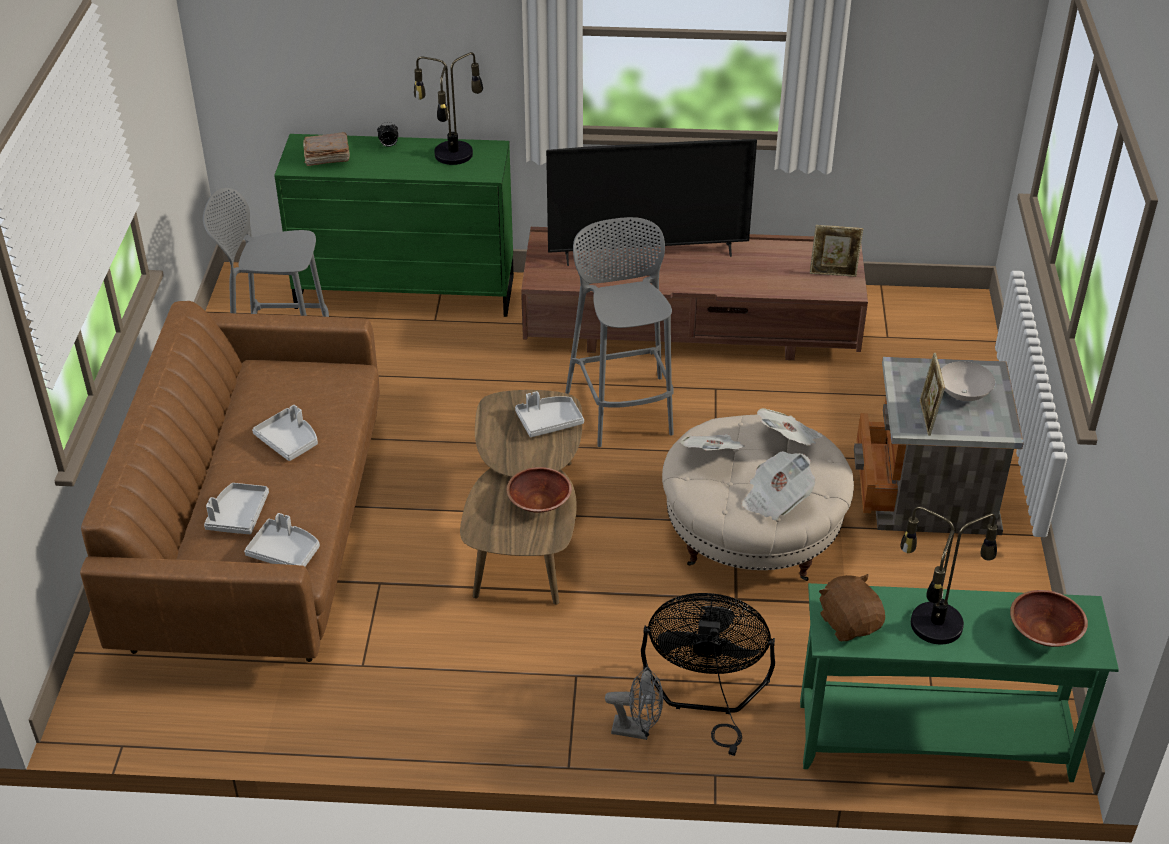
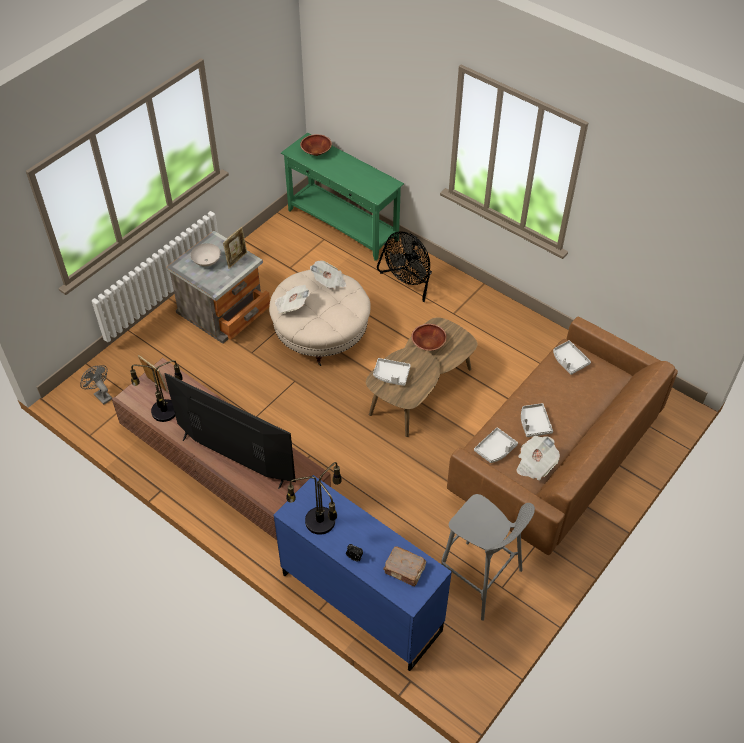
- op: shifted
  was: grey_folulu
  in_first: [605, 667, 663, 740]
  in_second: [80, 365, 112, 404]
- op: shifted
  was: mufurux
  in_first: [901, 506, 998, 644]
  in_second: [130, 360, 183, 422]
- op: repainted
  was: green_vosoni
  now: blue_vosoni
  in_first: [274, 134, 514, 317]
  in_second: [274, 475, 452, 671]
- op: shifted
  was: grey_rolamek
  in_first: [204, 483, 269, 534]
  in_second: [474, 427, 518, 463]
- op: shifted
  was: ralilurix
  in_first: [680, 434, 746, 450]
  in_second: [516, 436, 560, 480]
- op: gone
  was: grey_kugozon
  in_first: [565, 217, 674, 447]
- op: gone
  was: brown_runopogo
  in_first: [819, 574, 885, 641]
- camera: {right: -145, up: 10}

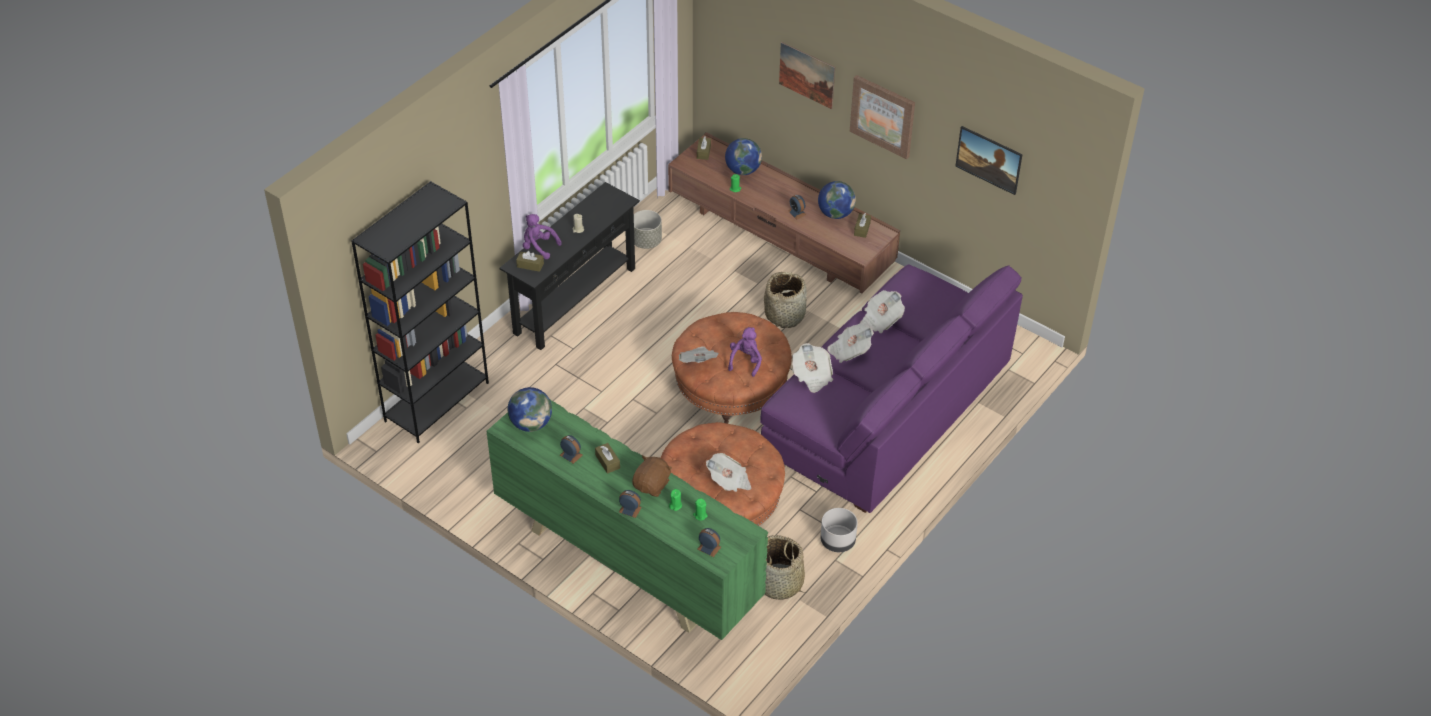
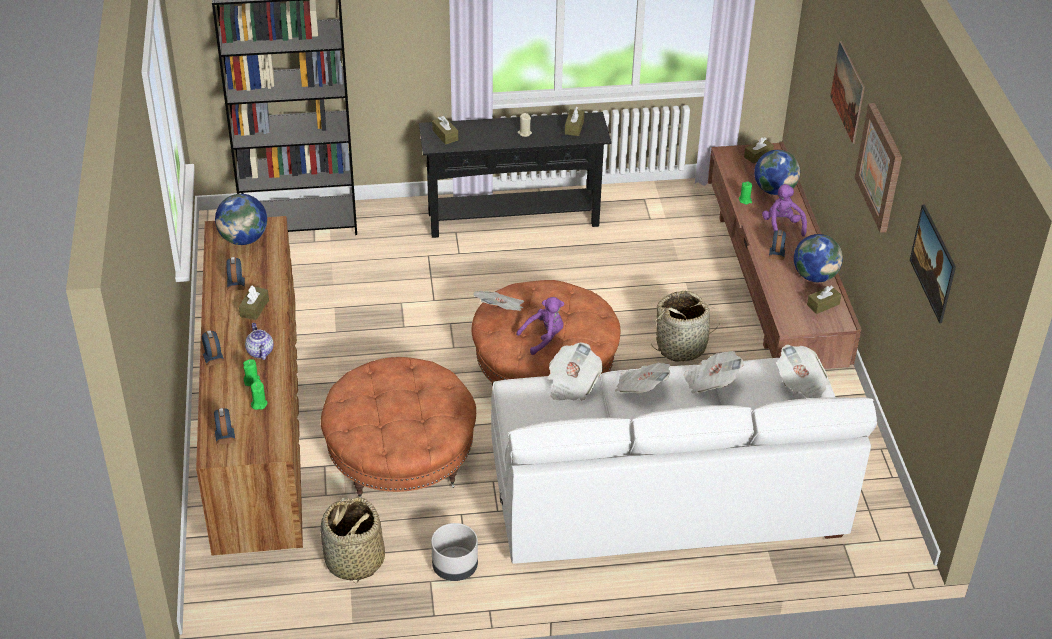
- op: repainted
  was: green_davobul
  now: brown_davobul
  in_first: [486, 400, 768, 640]
  in_second: [196, 216, 303, 556]
- op: swapped
  was: brown_runopogo
  now: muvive
  in_first: [632, 455, 672, 497]
  in_second: [245, 323, 274, 360]
- op: repainted
  was: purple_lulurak
  now: white_lulurak
  in_first: [760, 265, 1023, 513]
  in_second: [491, 358, 877, 564]
- op: new
  now: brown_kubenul
  in_second: [565, 107, 584, 136]
- op: shifted
  was: purple_runopogo
  in_first: [523, 214, 561, 259]
  in_second: [762, 184, 807, 236]
- op: shifted
  was: ralilurix
  in_first: [706, 453, 751, 492]
  in_second: [777, 344, 830, 398]
- op: gone
  was: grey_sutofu
  in_first: [634, 210, 662, 249]
- camera: {right: 45, up: -5}

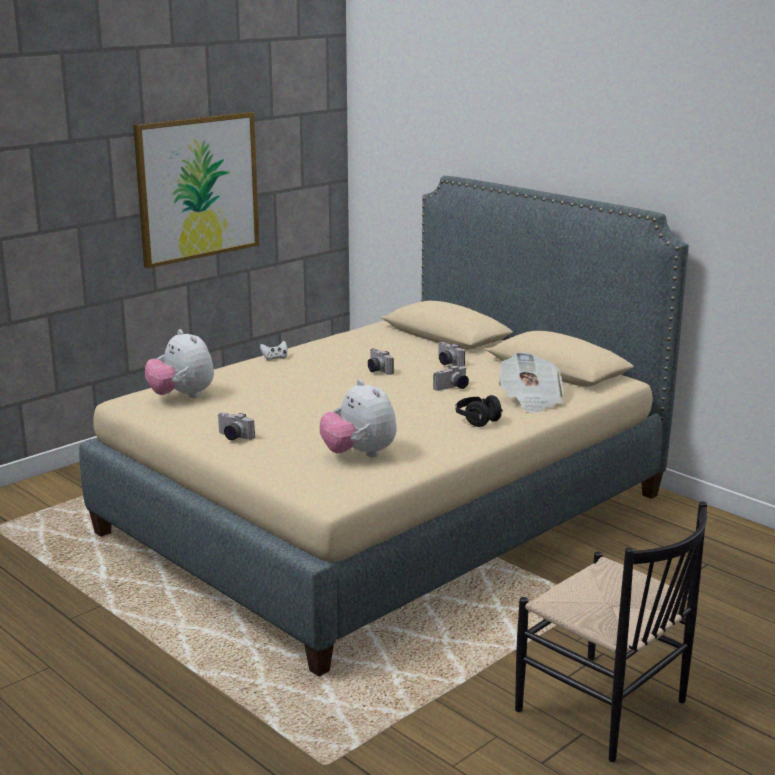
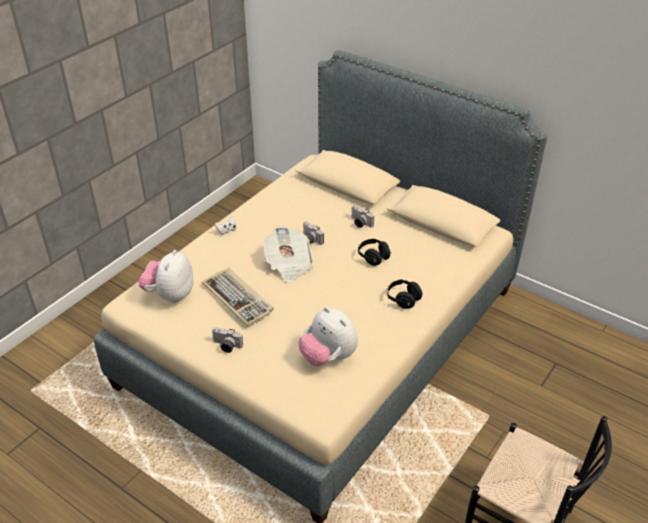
- op: rotated
  was: runopogo
  in_first: [145, 329, 214, 398]
  in_second: [138, 250, 193, 303]
  clockwise: 60
- op: new
  now: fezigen
  in_second: [202, 268, 273, 326]
- op: shifted
  was: ralilurix
  in_first: [498, 352, 564, 413]
  in_second: [264, 226, 313, 283]
- op: swapped
  was: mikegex
  now: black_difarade
  in_first: [433, 365, 469, 391]
  in_second: [358, 239, 391, 266]
- op: gone
  was: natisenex
  in_first: [133, 112, 259, 268]
- camera: {right: -10, up: 20}

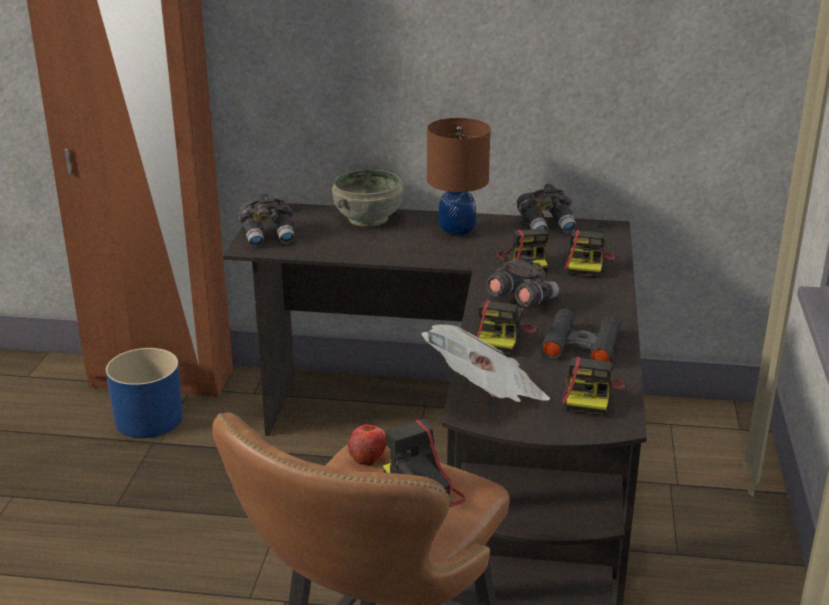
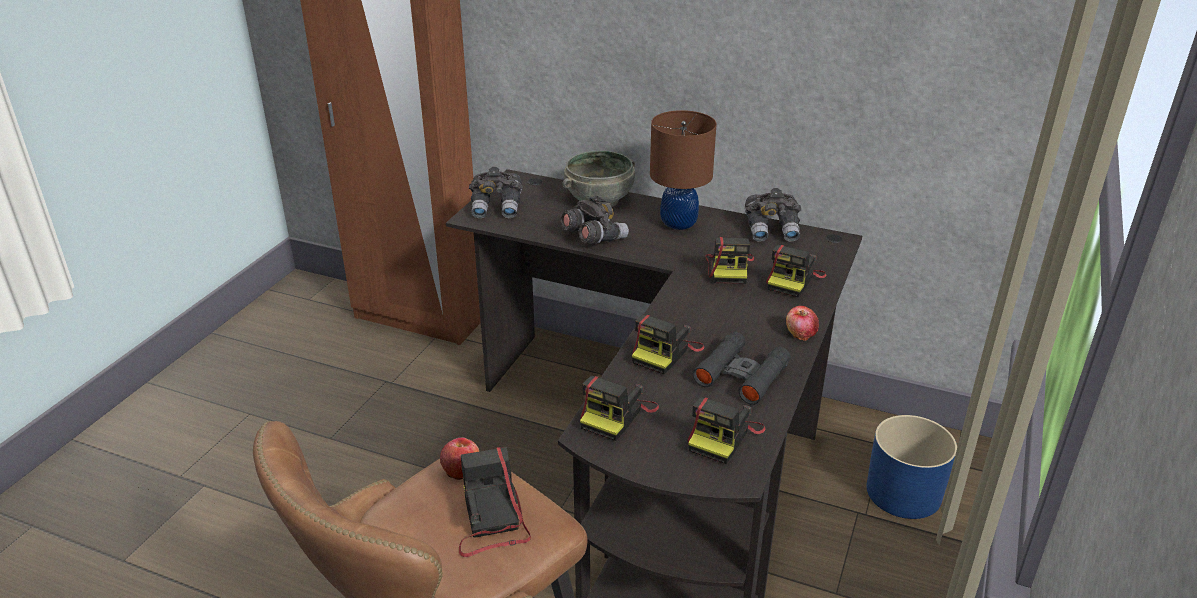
- op: shifted
  was: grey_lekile
  in_first: [486, 255, 559, 307]
  in_second: [560, 196, 629, 244]
- op: swapped
  was: ralilurix
  now: mikegex
  in_first: [421, 324, 550, 402]
  in_second: [580, 376, 659, 441]
- op: new
  now: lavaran
  in_second: [786, 306, 819, 341]
- op: shifted
  was: blue_sutofu
  in_first: [106, 348, 183, 438]
  in_second: [867, 415, 957, 519]
- camera: {right: 15, up: 5}

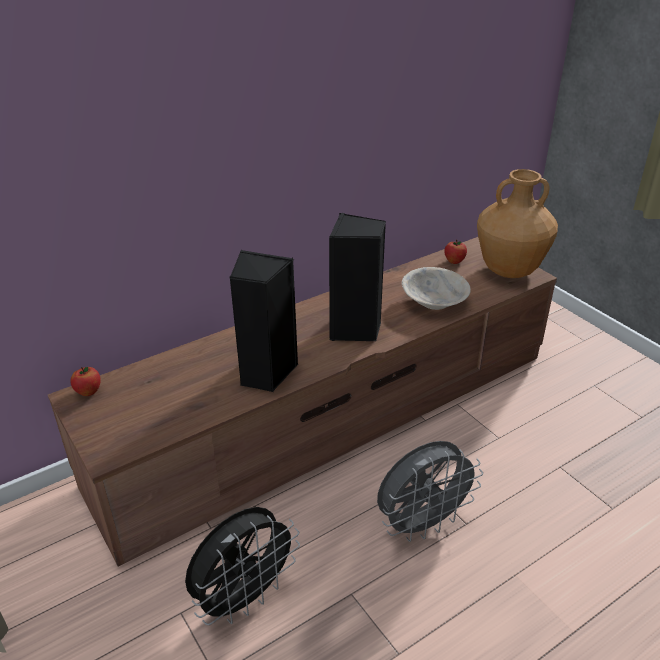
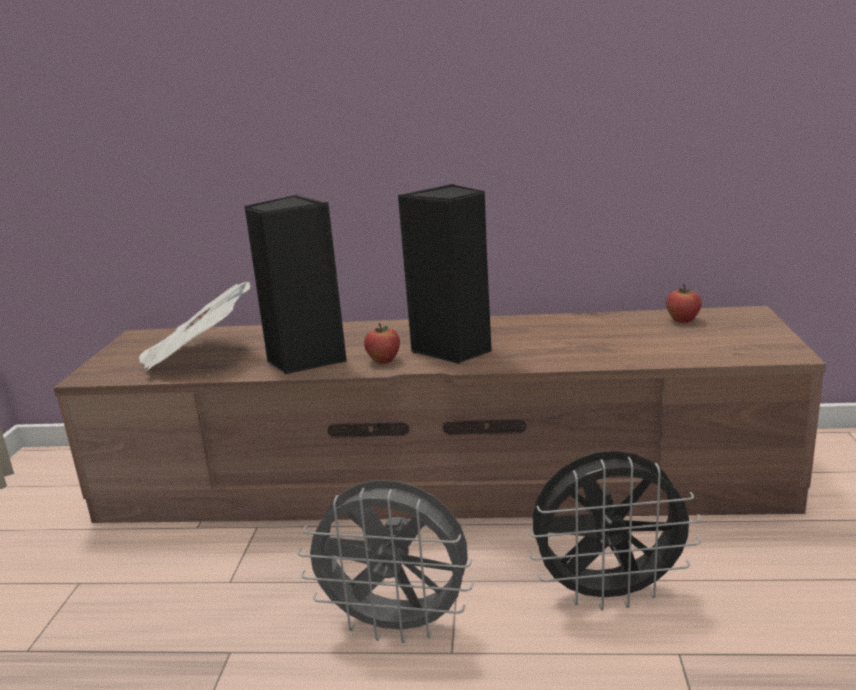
- op: new
  now: ralilurix
  in_second: [139, 282, 250, 371]
- op: shifted
  was: lavaran
  in_first: [70, 367, 101, 396]
  in_second: [364, 323, 400, 364]
- op: shifted
  was: black_folulu
  in_first: [185, 507, 300, 625]
  in_second: [528, 451, 702, 610]
- op: gone
  was: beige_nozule
  in_first: [402, 267, 471, 310]
- op: gone
  was: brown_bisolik
  in_first: [477, 169, 558, 278]
- camera: {right: 40, up: -15}

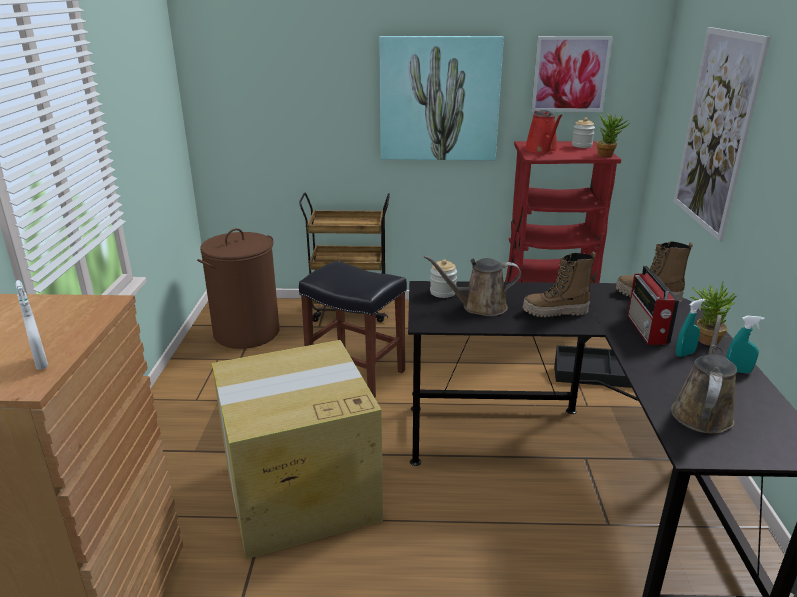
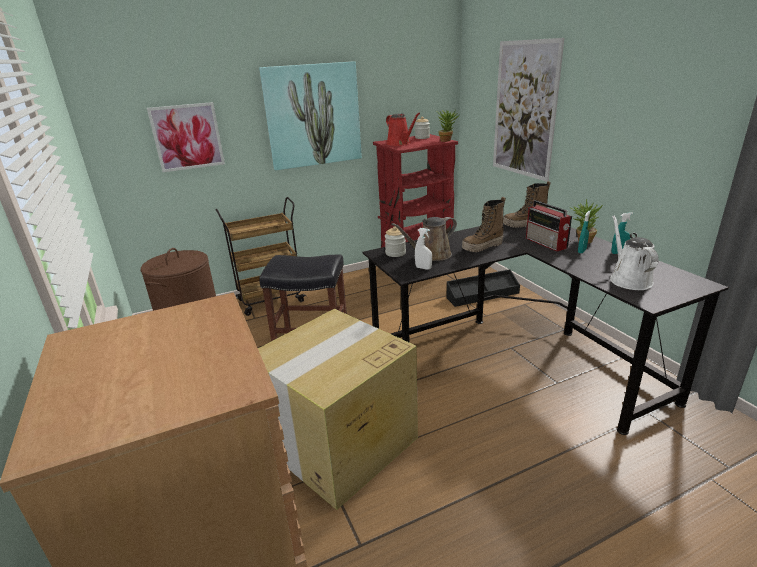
- op: shifted
  was: natisenex
  in_first: [531, 36, 613, 112]
  in_second: [147, 102, 225, 172]
- op: shifted
  was: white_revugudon
  in_first: [16, 280, 48, 370]
  in_second: [415, 228, 432, 270]
- op: repainted
  was: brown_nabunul
  now: white_nabunul
  in_first: [671, 315, 737, 434]
  in_second: [610, 216, 659, 290]
- camera: {right: -25, up: 0}

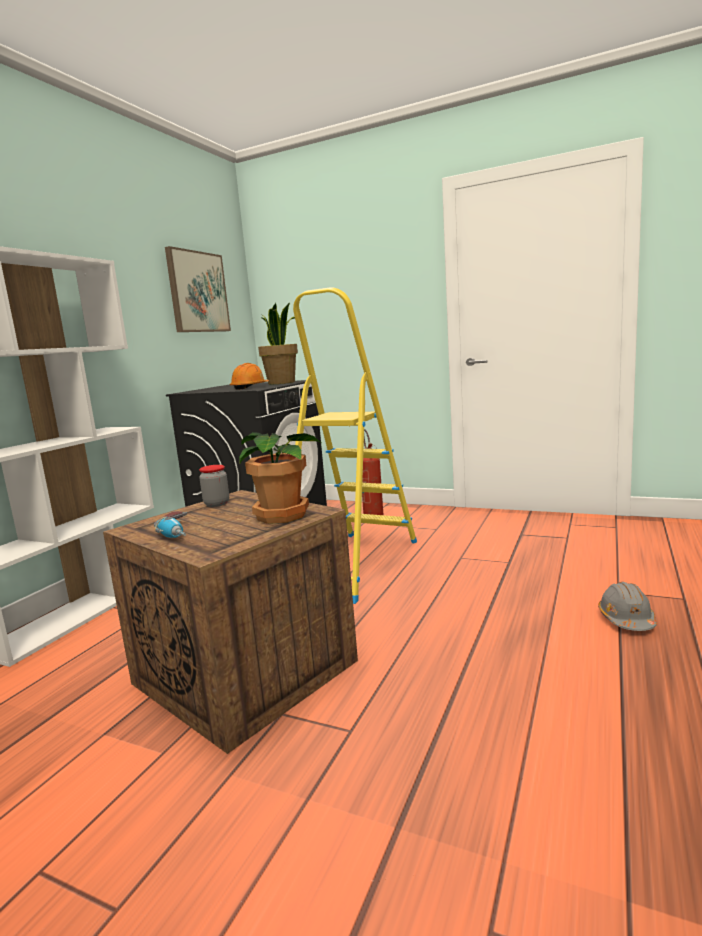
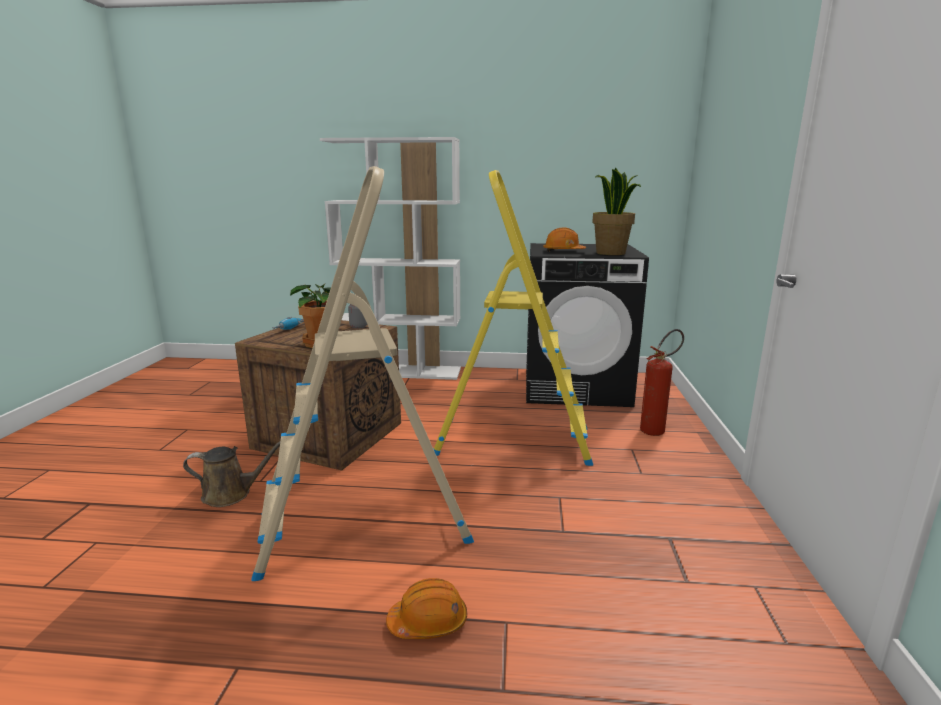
- op: new
  now: brown_nabunul
  in_second: [183, 441, 280, 507]
- op: new
  now: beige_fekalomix
  in_second: [251, 166, 474, 581]
- op: repainted
  was: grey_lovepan
  now: orange_lovepan
  in_first: [598, 582, 657, 631]
  in_second: [386, 578, 467, 639]
- op: gone
  was: natisenex
  in_first: [165, 246, 231, 332]
- camera: {right: 70, up: 5}

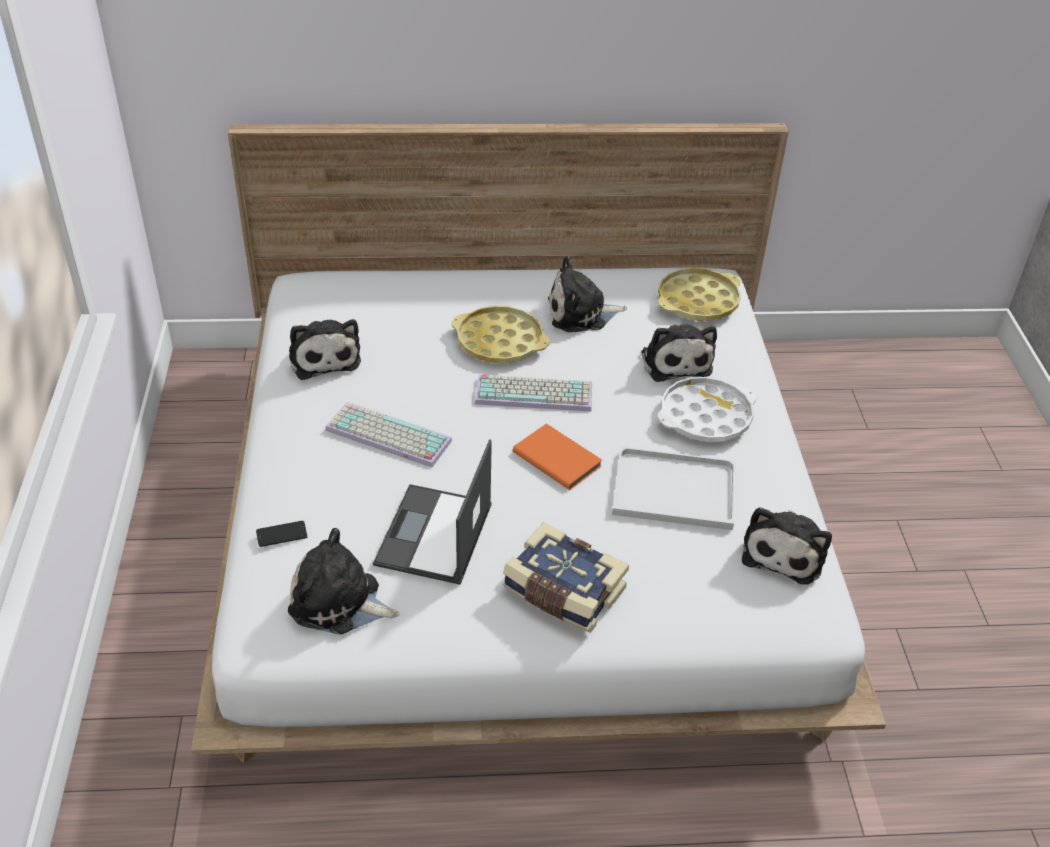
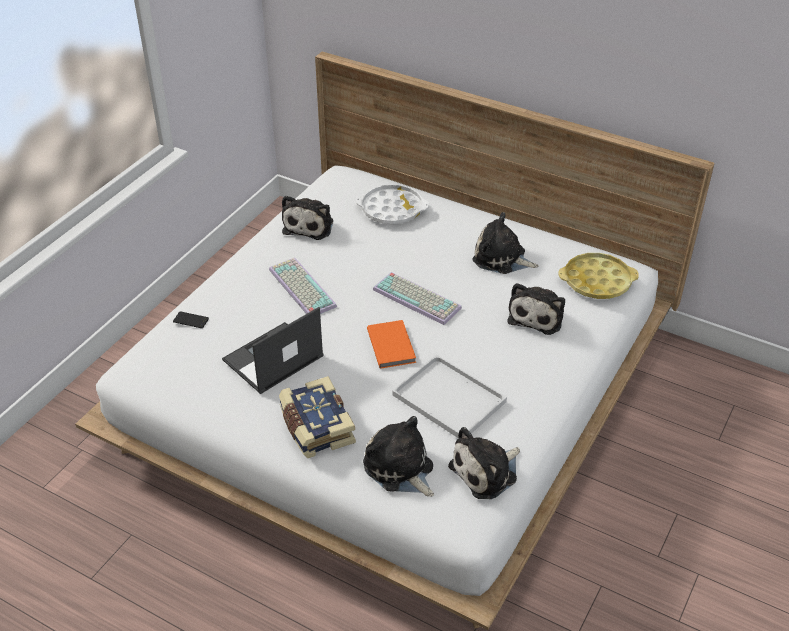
- op: shifted
  was: white_rolamek
  in_first: [658, 377, 756, 442]
  in_second: [356, 184, 429, 224]
- op: shifted
  was: runopogo
  in_first: [288, 528, 399, 635]
  in_second: [363, 416, 434, 497]
- op: gone
  was: yellow_rolamek
  in_first: [452, 306, 550, 363]
- camera: {right: 35, up: 0}

